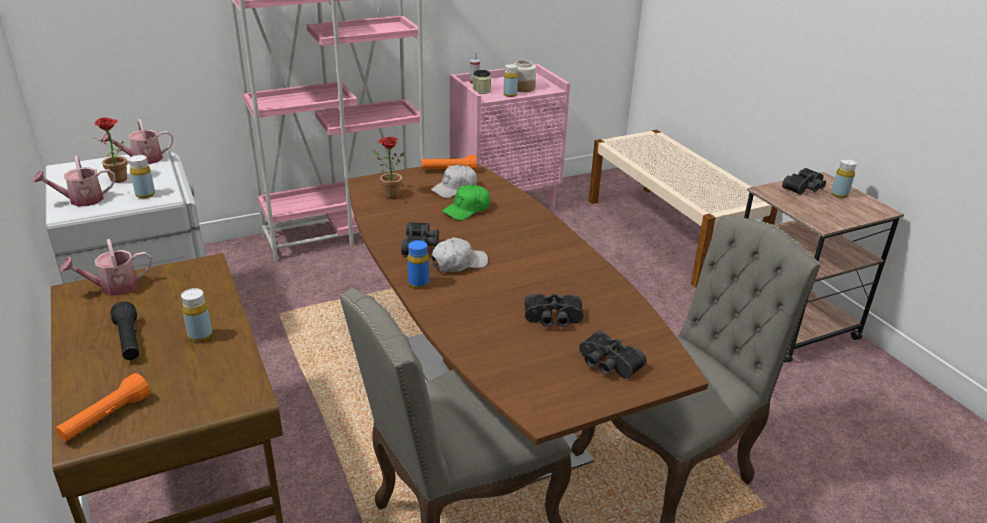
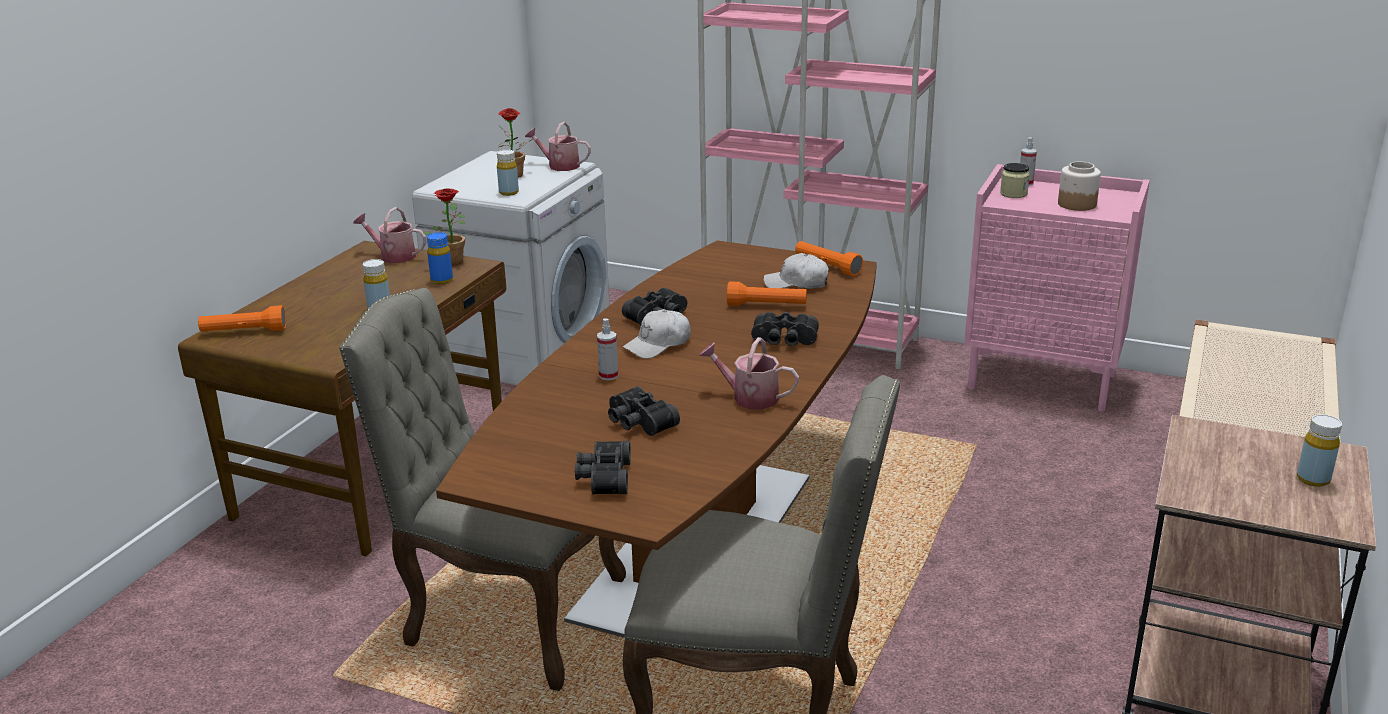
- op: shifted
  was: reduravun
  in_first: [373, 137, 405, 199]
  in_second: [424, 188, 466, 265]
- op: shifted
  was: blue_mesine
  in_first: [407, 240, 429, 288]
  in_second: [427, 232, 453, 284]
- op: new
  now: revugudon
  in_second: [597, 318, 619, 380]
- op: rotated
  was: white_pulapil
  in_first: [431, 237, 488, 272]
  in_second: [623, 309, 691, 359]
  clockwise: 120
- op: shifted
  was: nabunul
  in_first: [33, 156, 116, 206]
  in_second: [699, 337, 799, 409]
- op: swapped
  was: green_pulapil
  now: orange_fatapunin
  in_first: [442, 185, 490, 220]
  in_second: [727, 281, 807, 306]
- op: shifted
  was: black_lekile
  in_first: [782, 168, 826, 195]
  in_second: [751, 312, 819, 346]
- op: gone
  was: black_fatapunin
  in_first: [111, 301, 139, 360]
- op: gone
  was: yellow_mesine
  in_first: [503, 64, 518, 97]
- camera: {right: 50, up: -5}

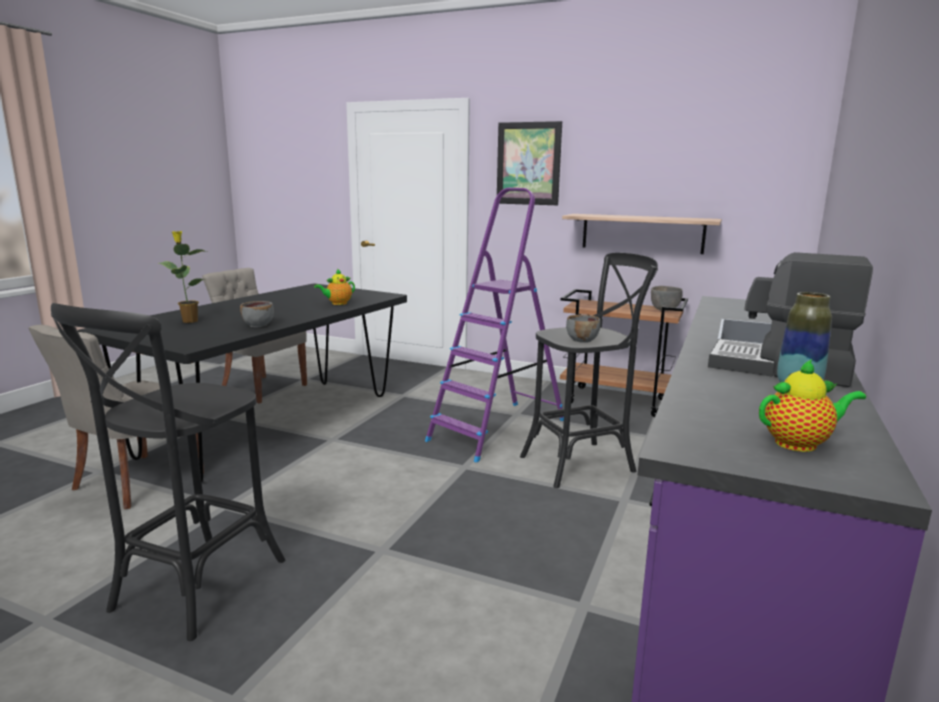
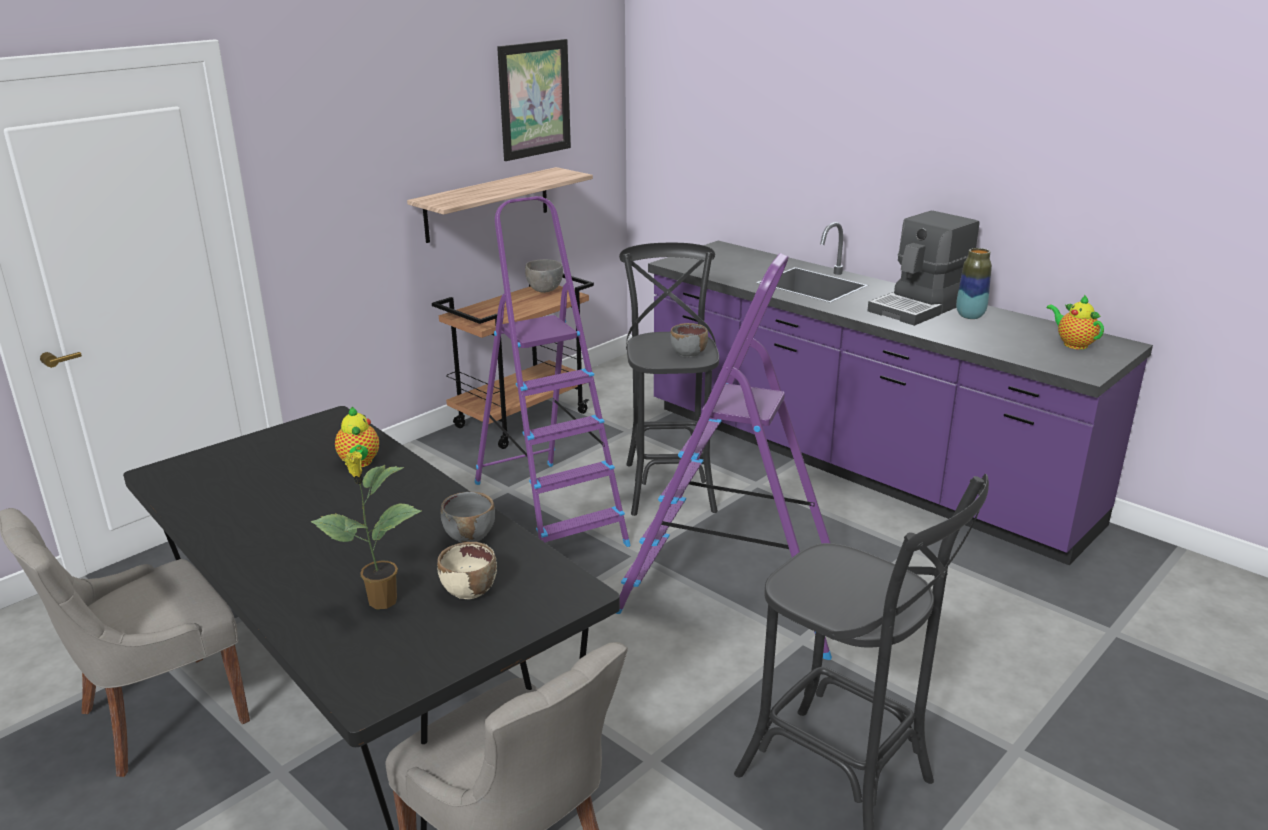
- op: new
  now: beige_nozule
  in_second: [437, 542, 497, 599]
- op: shifted
  was: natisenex
  in_first: [497, 121, 562, 205]
  in_second: [497, 39, 571, 161]
- op: new
  now: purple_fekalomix
  in_second: [615, 253, 832, 660]
- op: rotated
  was: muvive
  in_first: [759, 359, 866, 452]
  in_second: [1047, 294, 1104, 350]
  clockwise: -45
- camera: {right: -70, up: 10}

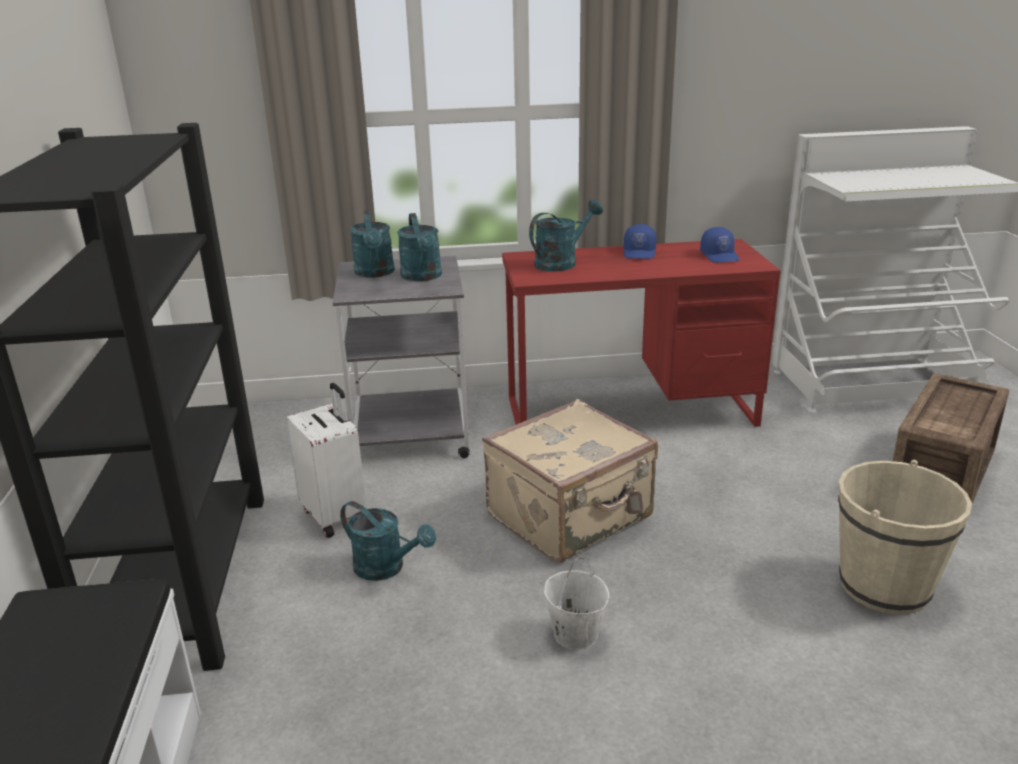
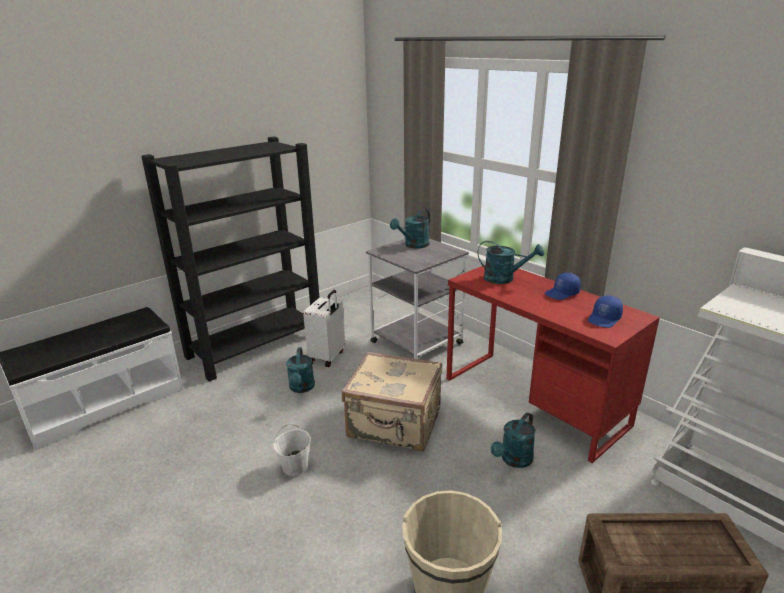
- op: shifted
  was: turquoise_nabunul
  in_first: [397, 213, 442, 282]
  in_second: [491, 412, 536, 468]
- camera: {right: 55, up: 0}

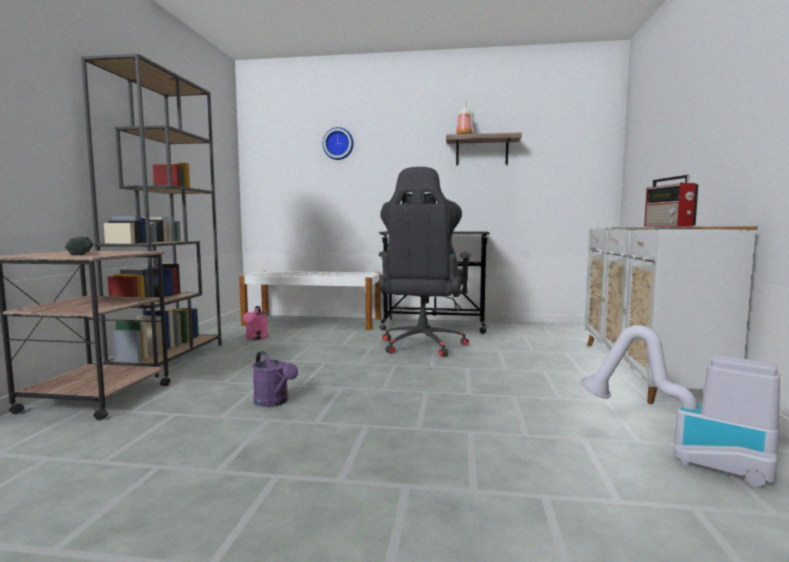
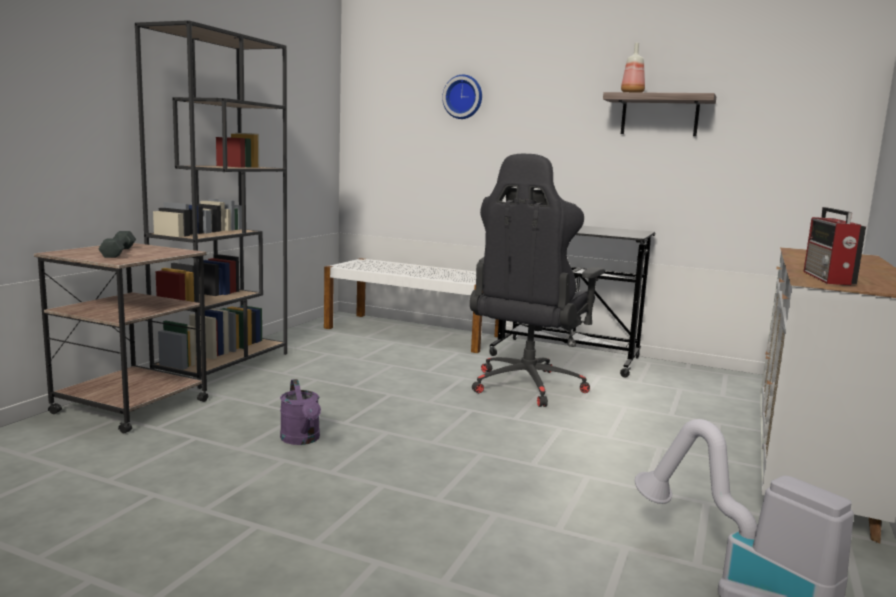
- op: gone
  was: pink_nabunul
  in_first: [243, 306, 268, 340]
- camera: {right: 15, up: 5}

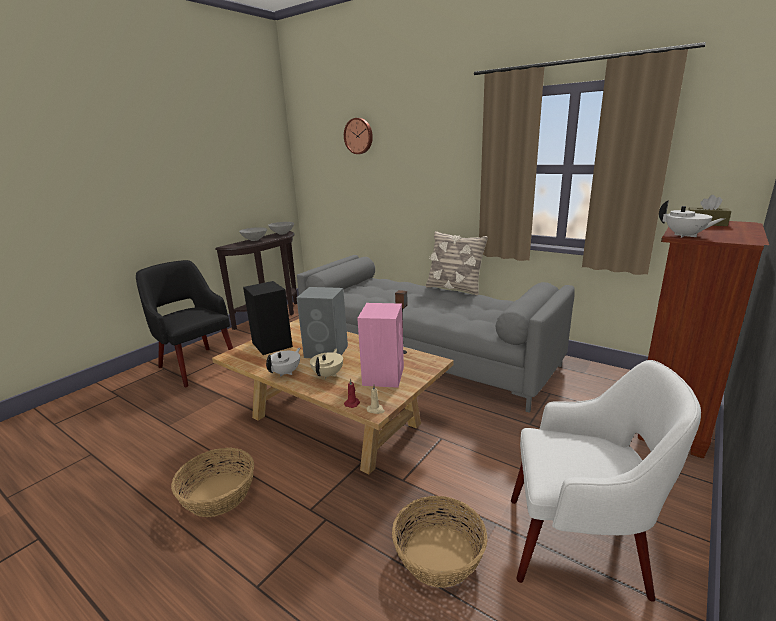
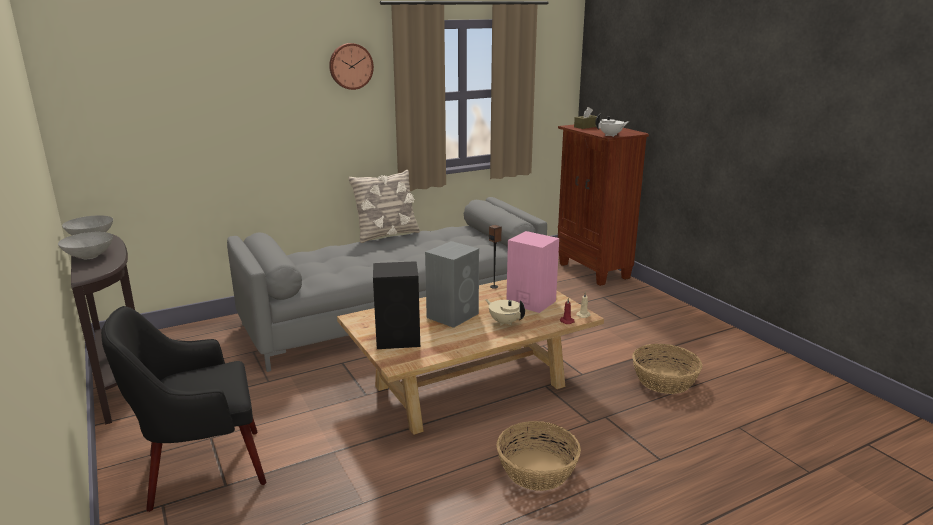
- op: shifted
  was: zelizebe
  in_first: [344, 118, 373, 154]
  in_second: [329, 43, 374, 90]
- op: gone
  was: white_muvive
  in_first: [266, 348, 300, 377]
- op: gone
  was: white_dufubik
  in_first: [511, 360, 701, 602]
- camera: {right: -65, up: 0}

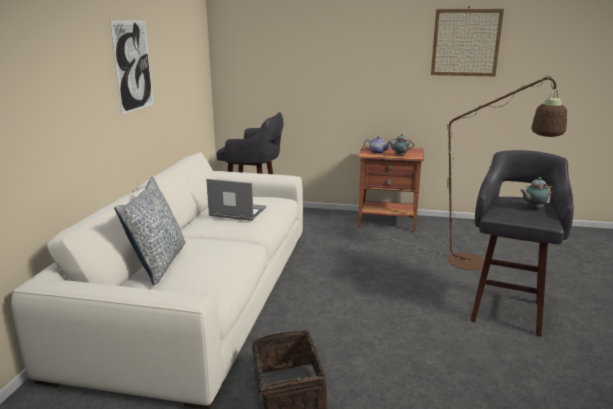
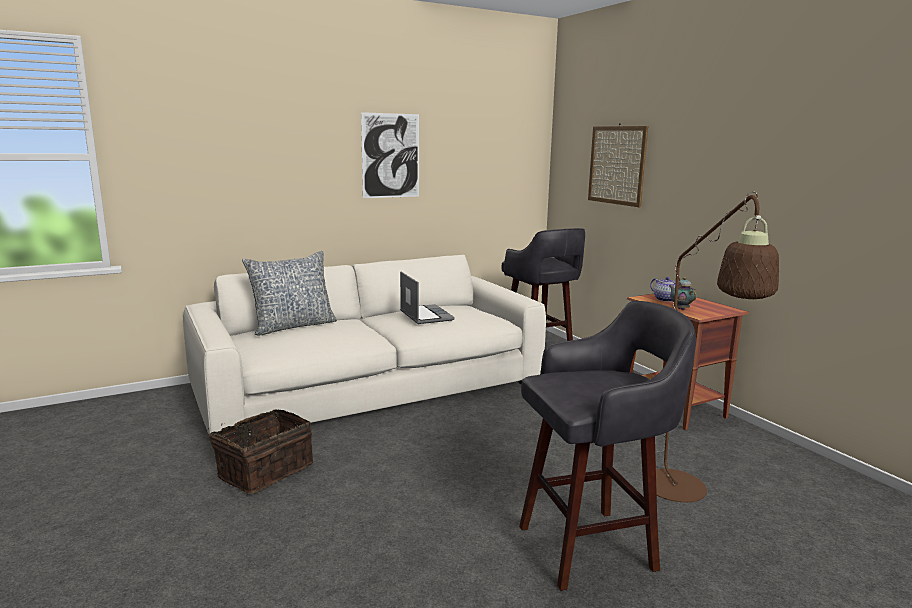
- op: shifted
  was: natisenex
  in_first: [431, 7, 504, 76]
  in_second: [588, 123, 648, 207]
- op: gone
  was: muvive
  in_first: [520, 177, 554, 208]
- camera: {right: 50, up: -5}

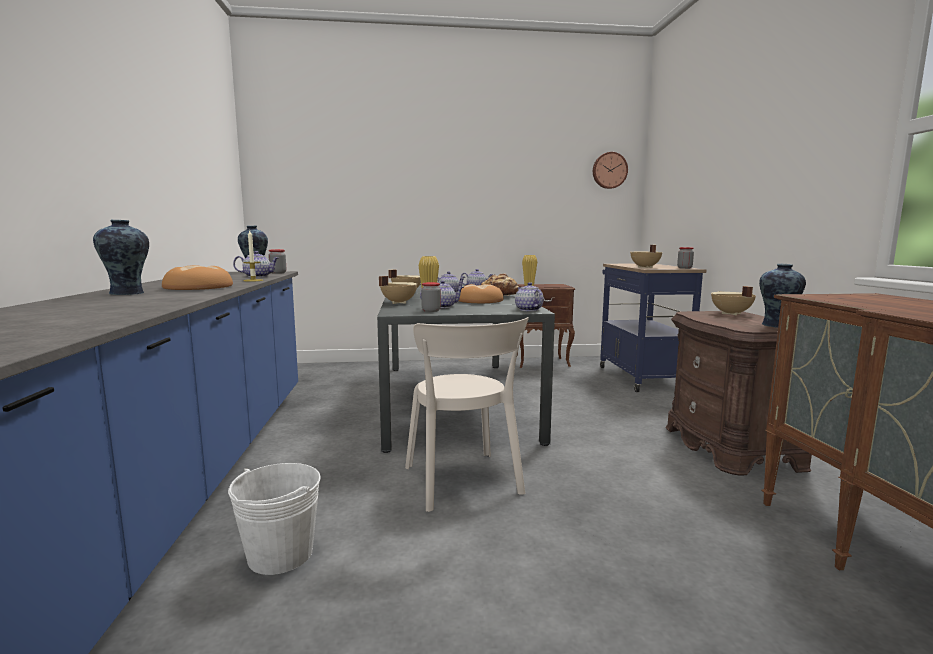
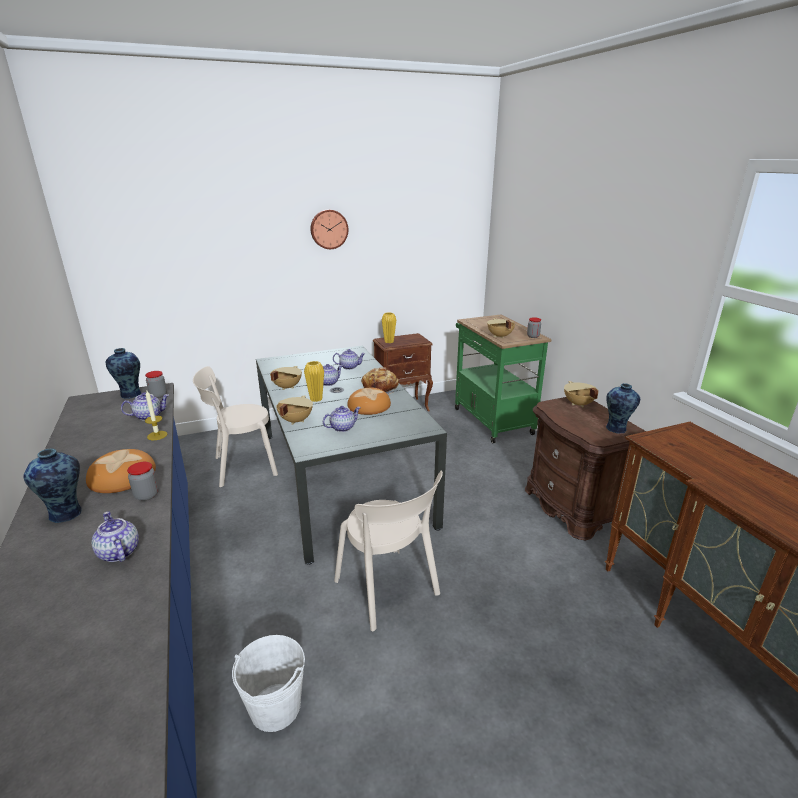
- op: shifted
  was: muvive
  in_first: [515, 282, 544, 311]
  in_second: [92, 511, 139, 562]
- op: shifted
  was: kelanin
  in_first: [421, 282, 441, 312]
  in_second: [127, 462, 159, 501]
- op: new
  now: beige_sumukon
  in_second: [193, 366, 278, 487]
- op: shifted
  was: zelizebe
  in_first: [593, 152, 628, 189]
  in_second: [311, 209, 348, 249]
- op: repainted
  was: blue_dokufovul
  now: green_dokufovul
  in_first: [600, 264, 707, 392]
  in_second: [455, 315, 551, 443]
- camera: {right: -15, up: 15}

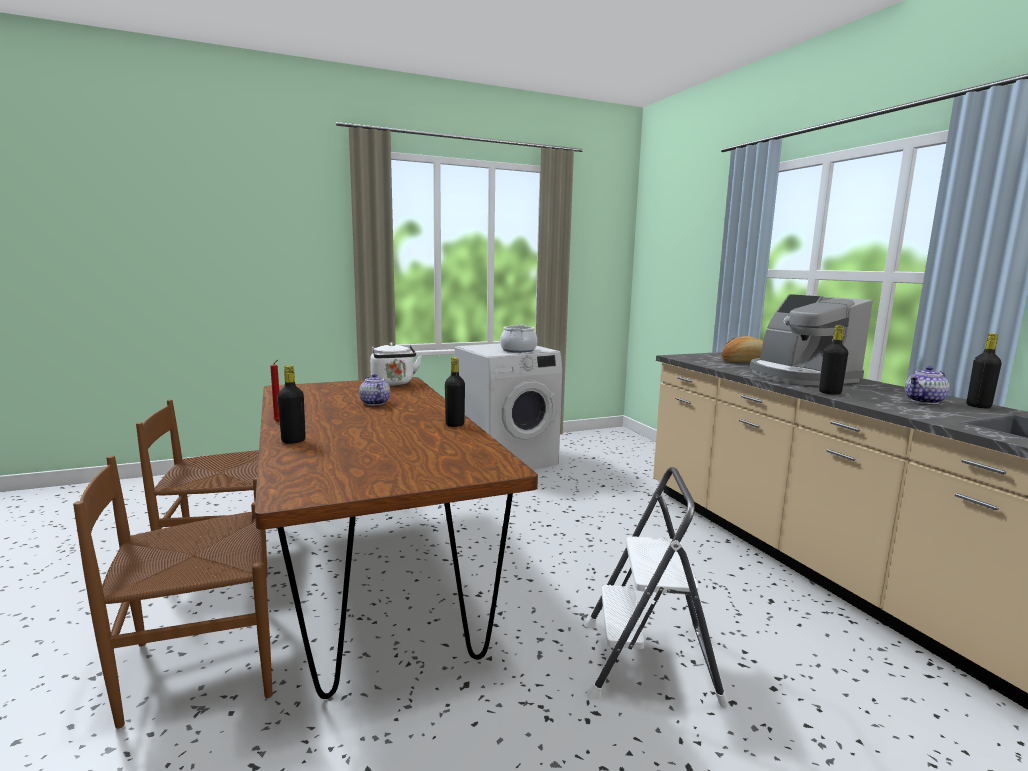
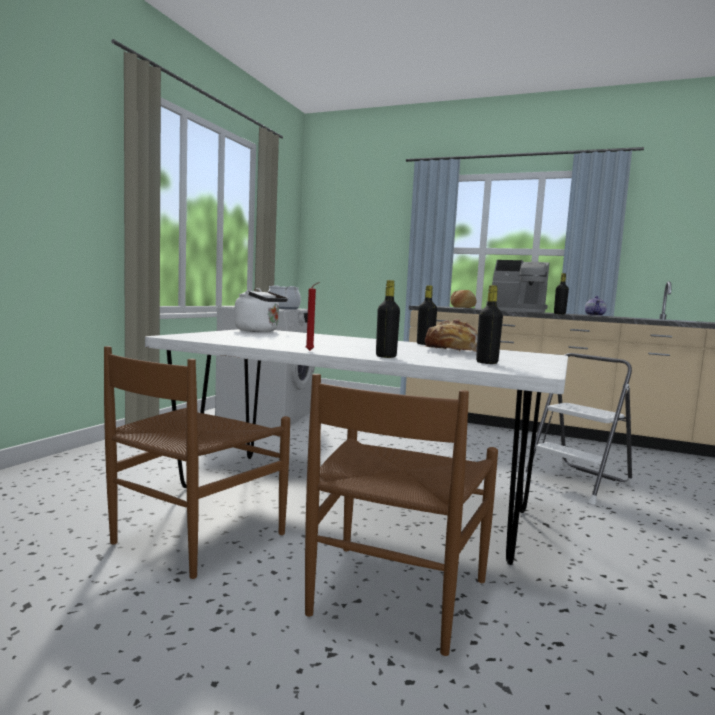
- op: repainted
  was: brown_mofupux
  now: white_mofupux
  in_first: [255, 377, 538, 699]
  in_second: [145, 329, 568, 565]
- op: new
  now: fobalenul
  in_second: [422, 319, 478, 352]
- op: shifted
  was: black_mesine
  in_first: [967, 333, 1002, 408]
  in_second: [476, 285, 503, 364]
- op: gone
  was: muvive
  in_first: [359, 374, 390, 406]
- camera: {right: -45, up: -5}

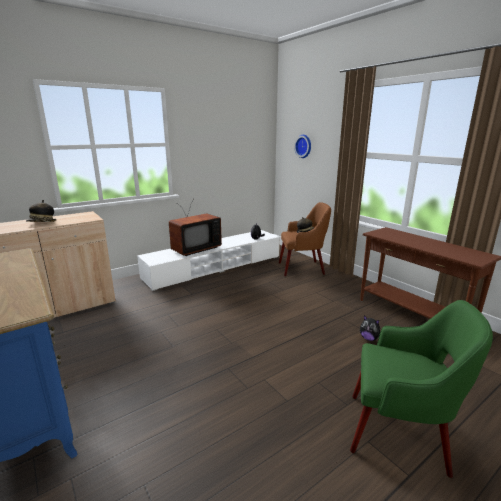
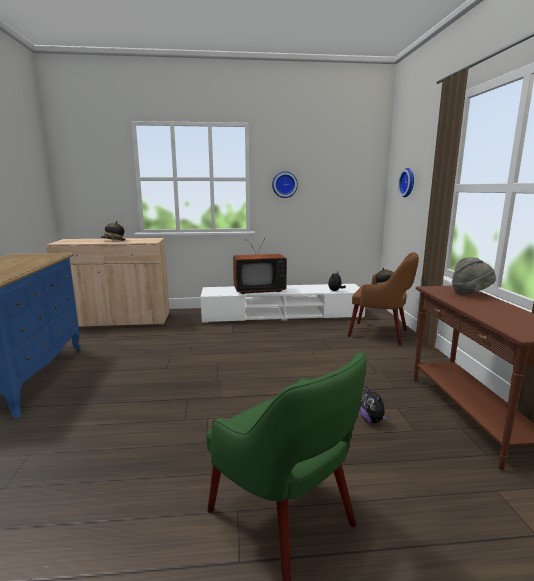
- op: new
  now: zelizebe
  in_second: [272, 171, 298, 198]
- op: new
  now: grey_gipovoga
  in_second: [452, 257, 496, 295]
- camera: {right: 30, up: -5}

